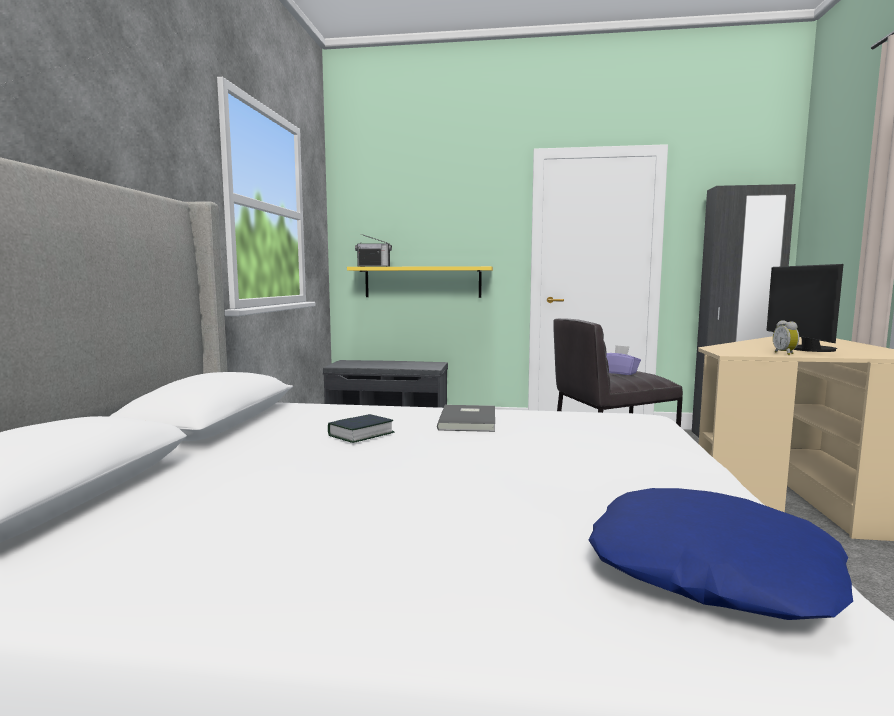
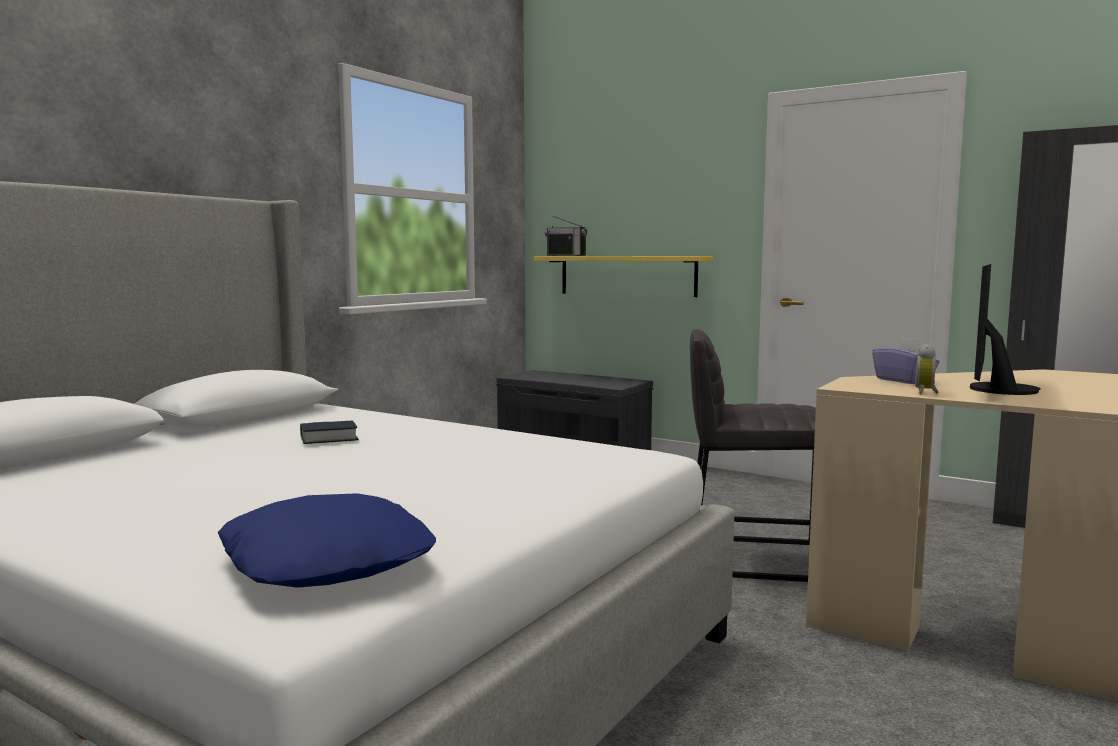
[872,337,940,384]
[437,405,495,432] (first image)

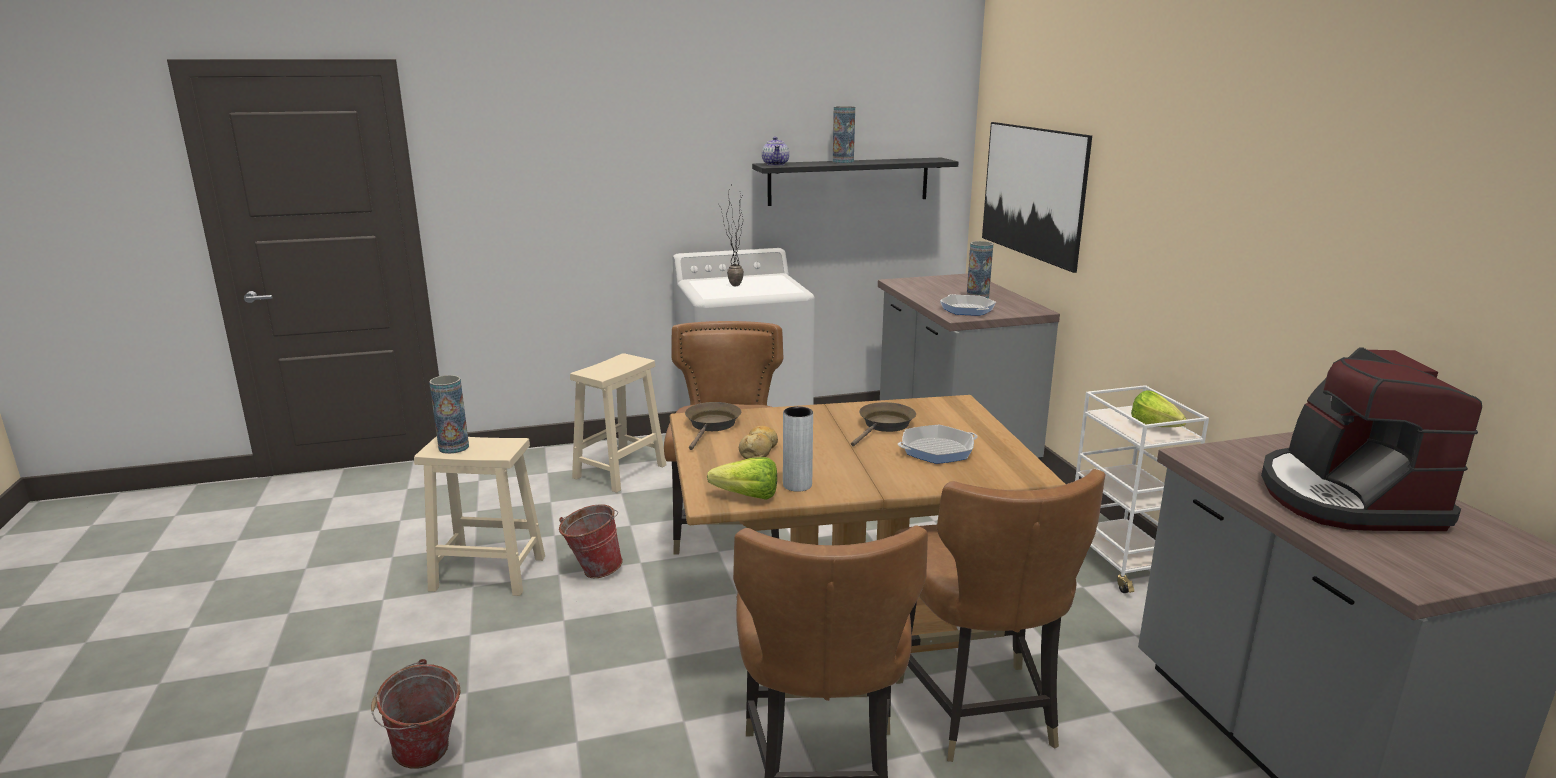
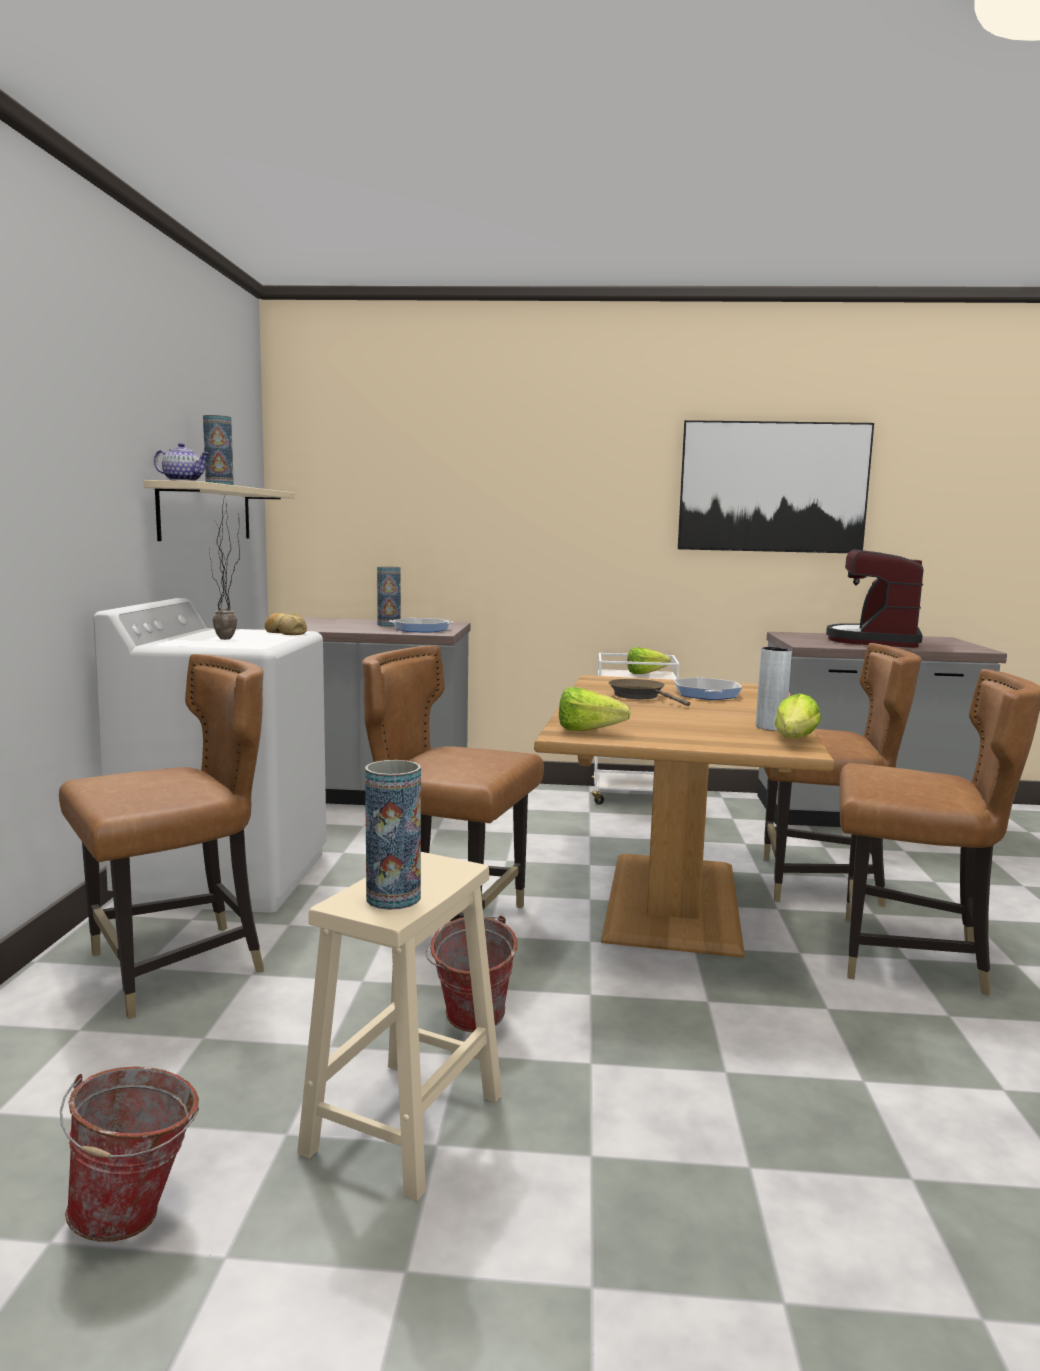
[59,654,264,1019]
[60,1067,199,1242]
[144,480,295,541]
[265,613,307,635]
[559,687,631,731]
[678,420,874,553]
[826,549,924,648]

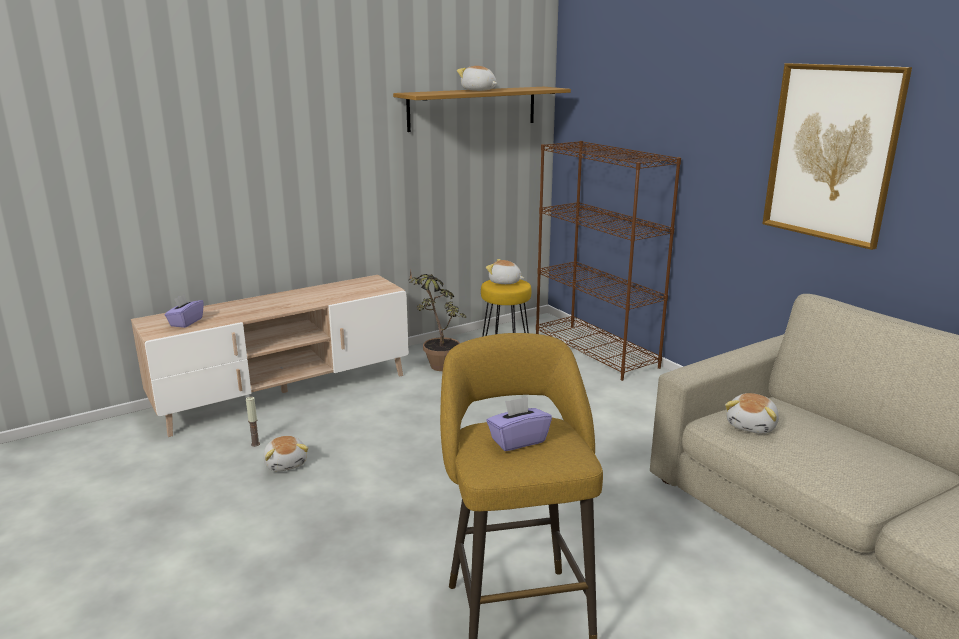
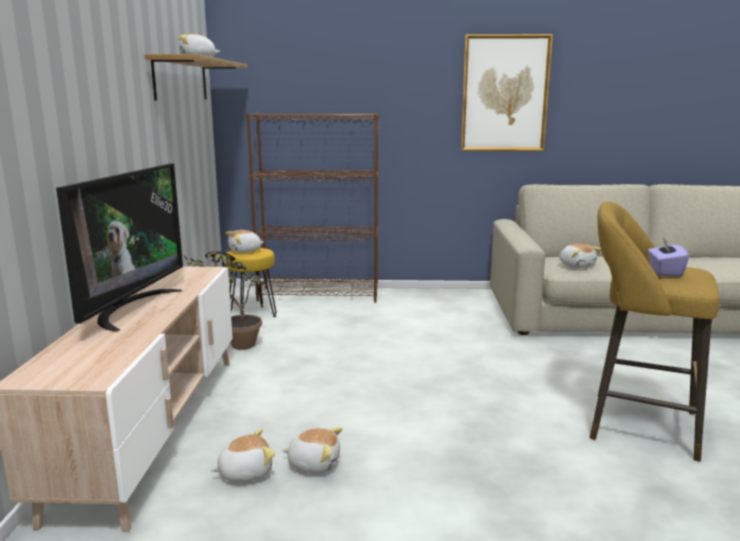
[56,164,183,332]
[210,429,275,482]
[164,294,204,328] (first image)

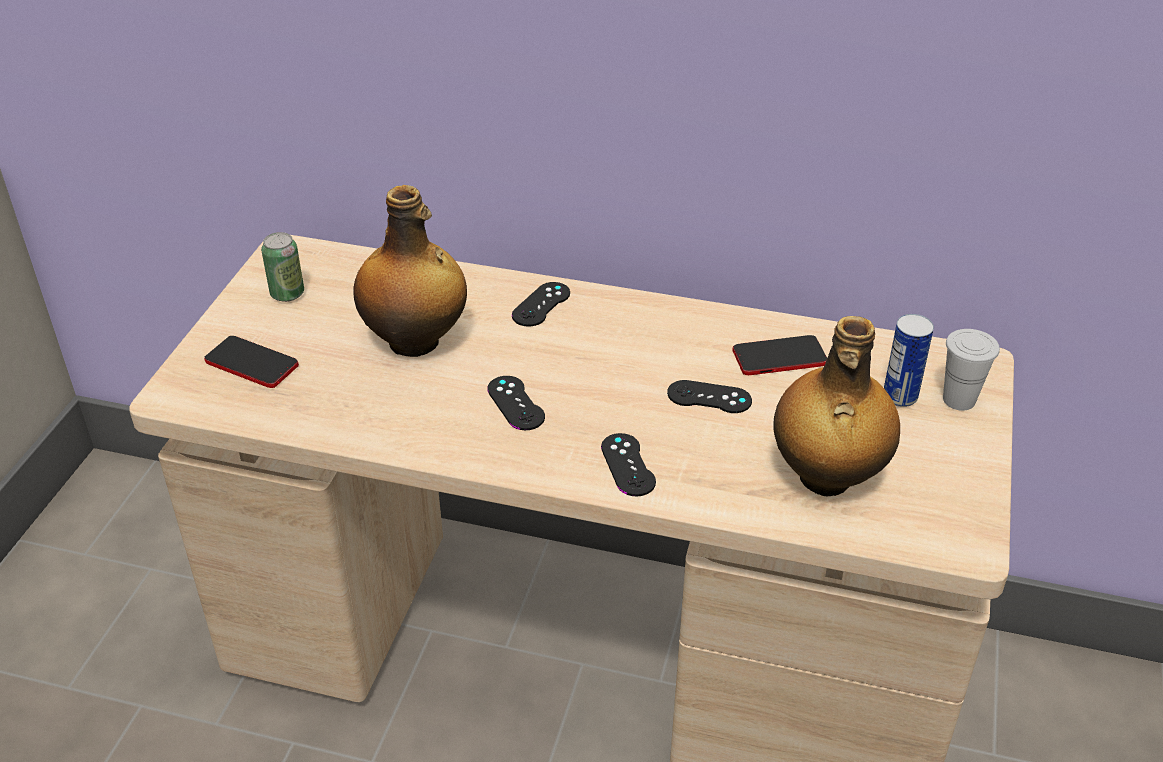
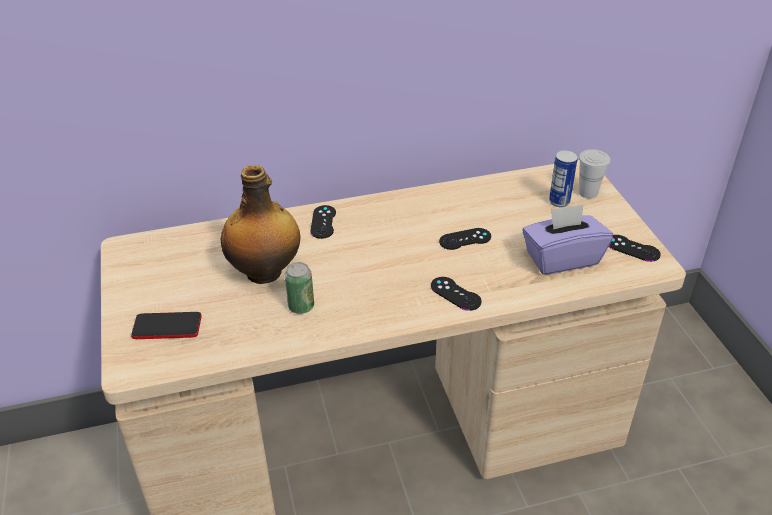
[284,262,314,314]
[522,204,613,275]
[609,235,661,262]
[733,335,827,375] (first image)

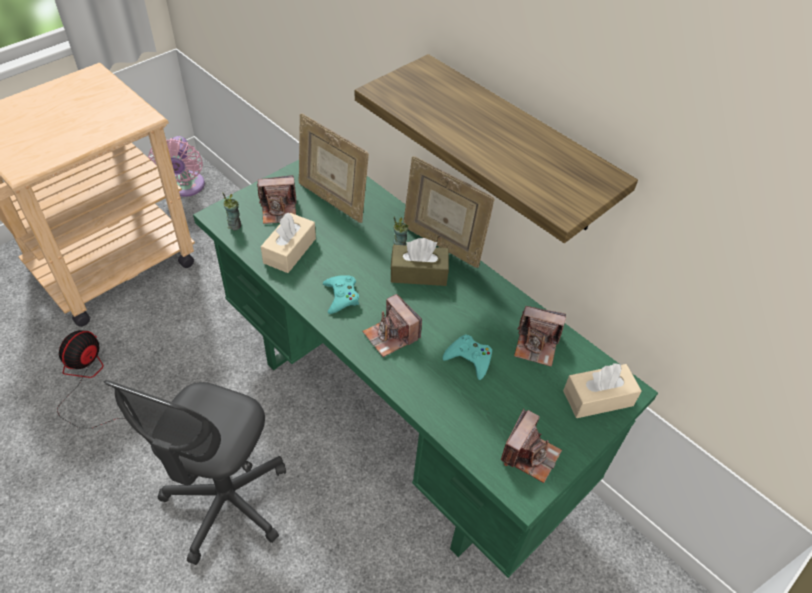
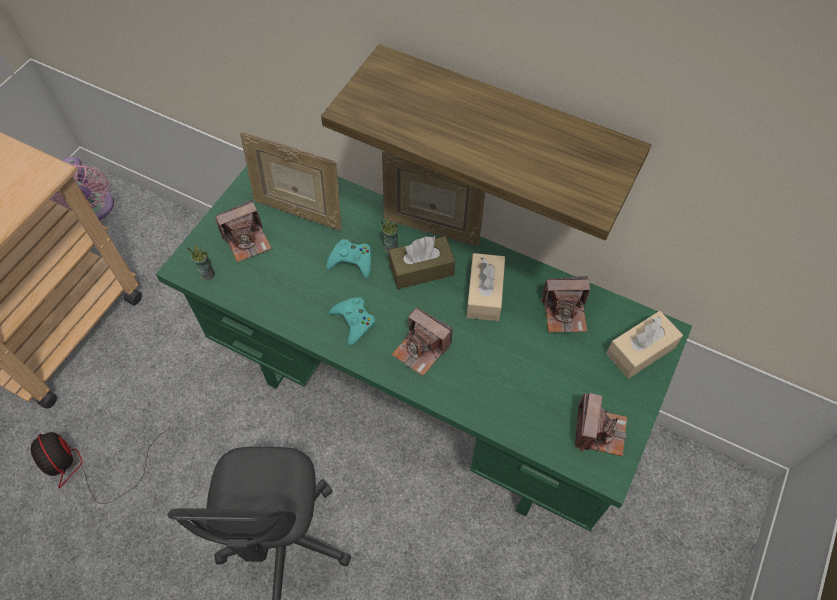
[31,428,171,504]
[326,239,371,278]
[466,253,505,321]

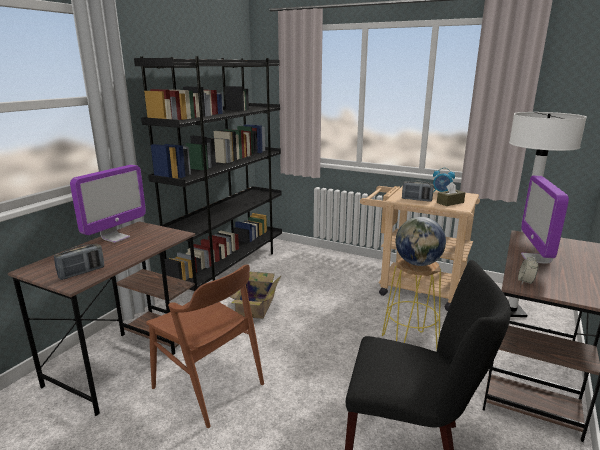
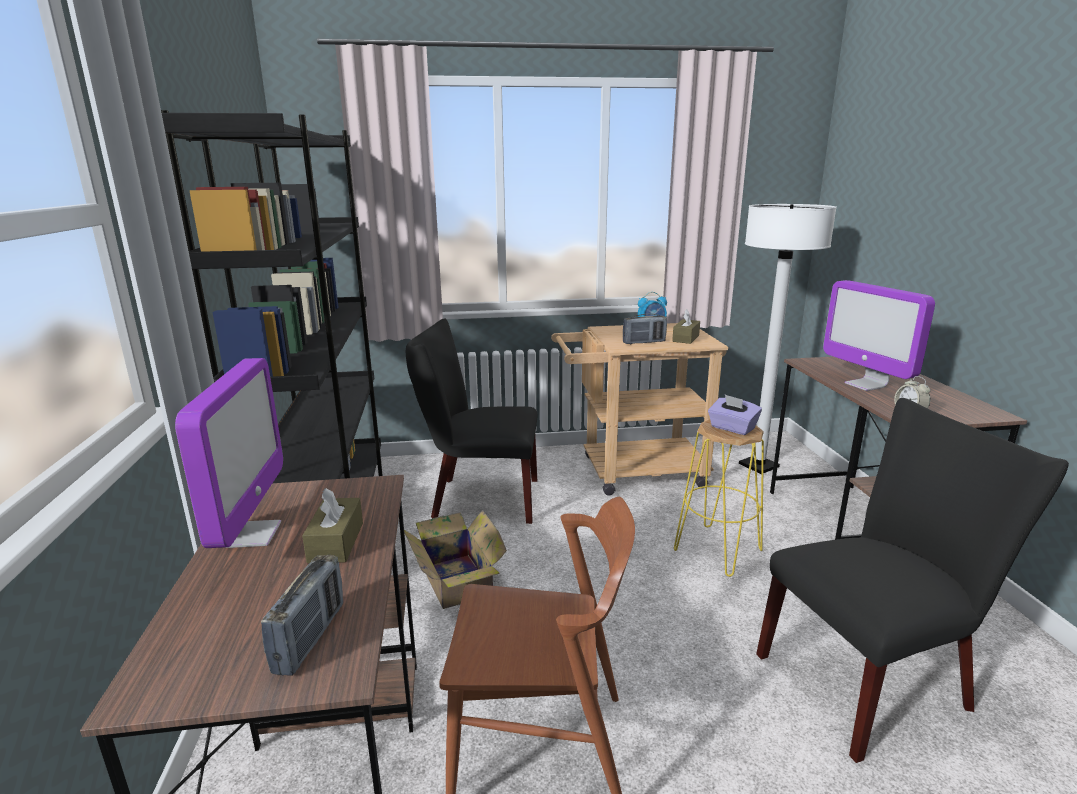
[302,488,363,563]
[406,319,537,524]
[708,395,762,435]

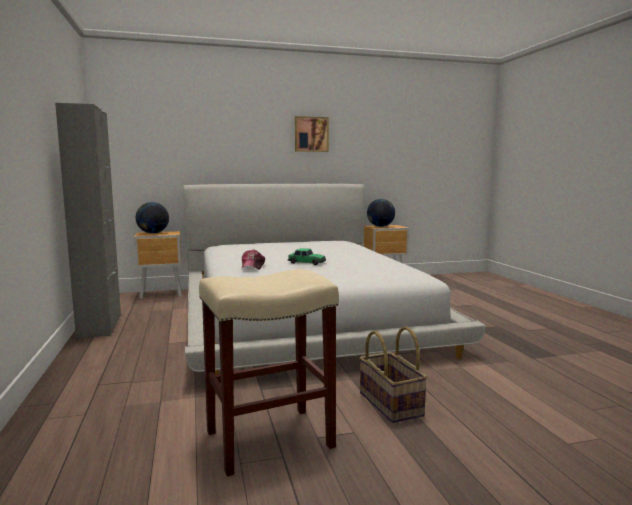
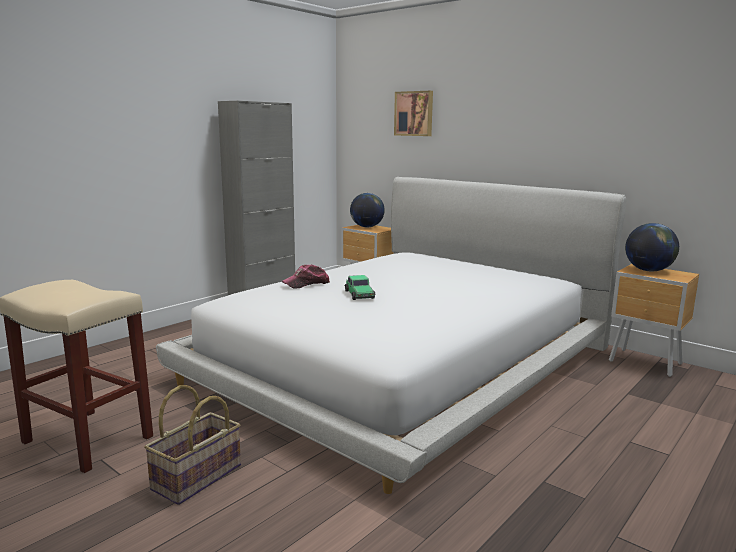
[394,91,433,136]

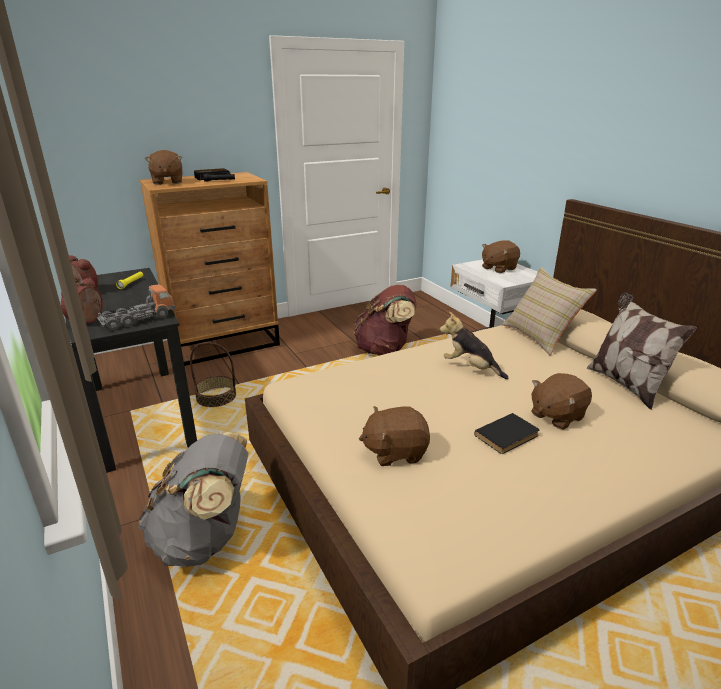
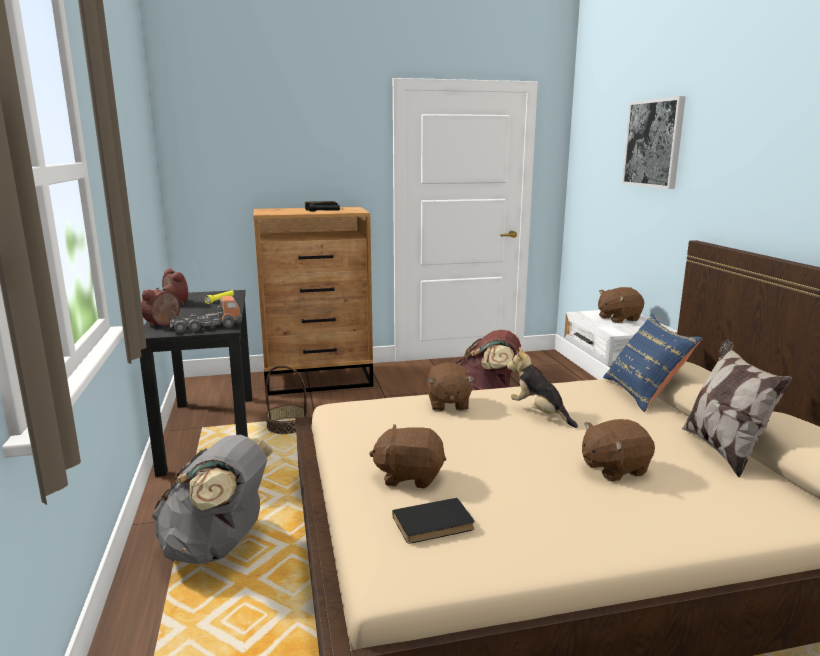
[393,498,475,543]
[427,362,474,411]
[603,314,703,412]
[622,96,686,189]

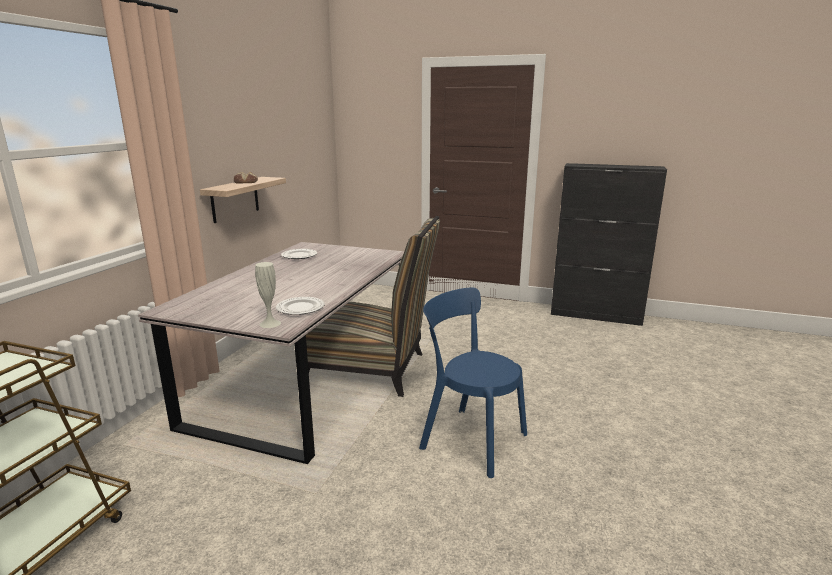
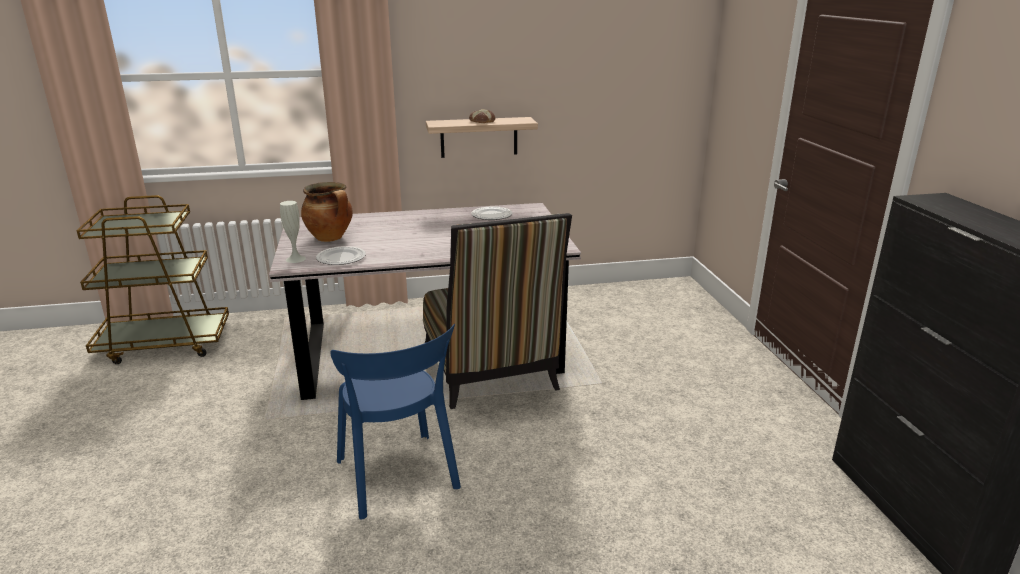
[301,182,353,242]
[330,324,461,520]

